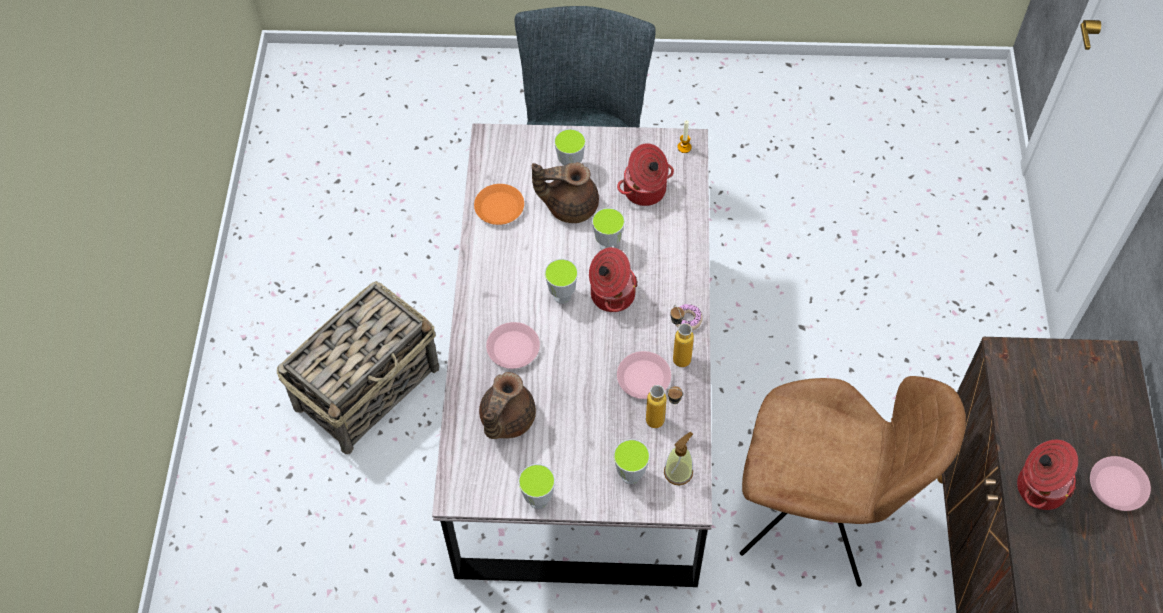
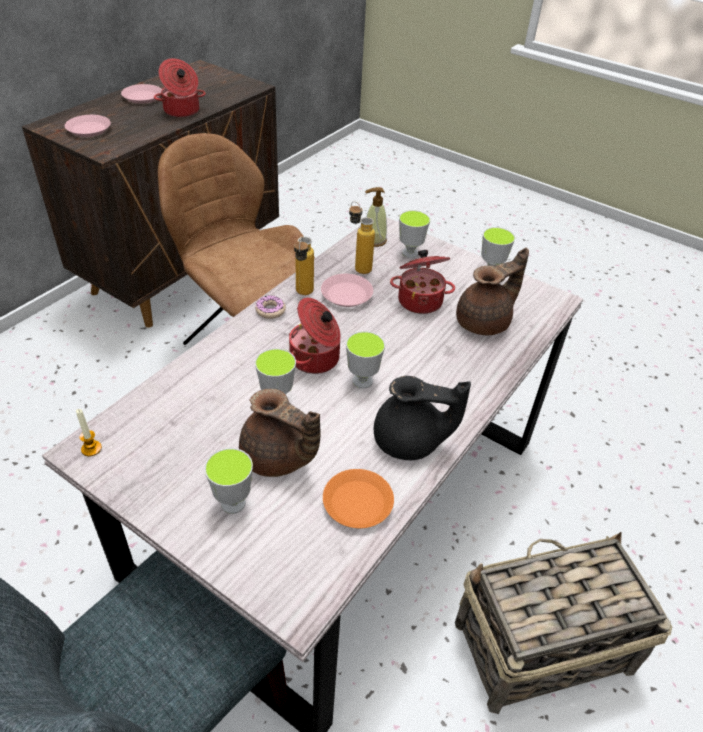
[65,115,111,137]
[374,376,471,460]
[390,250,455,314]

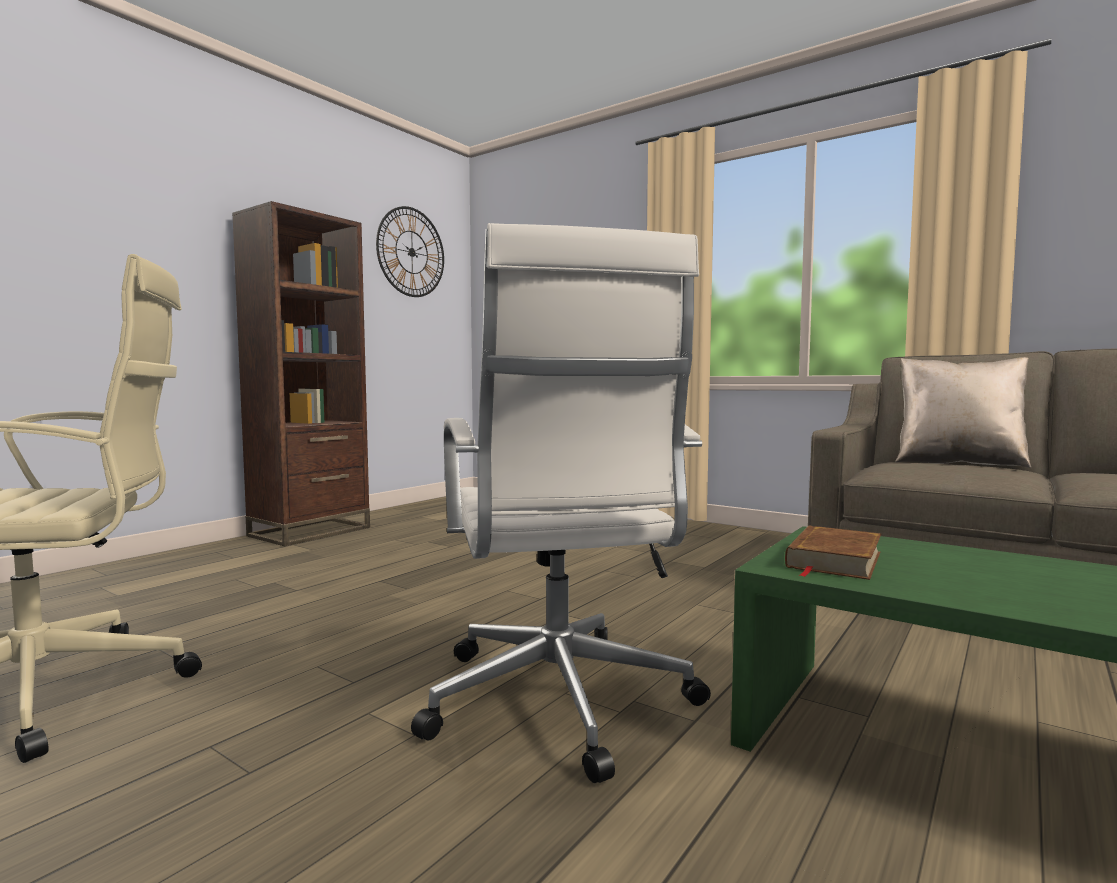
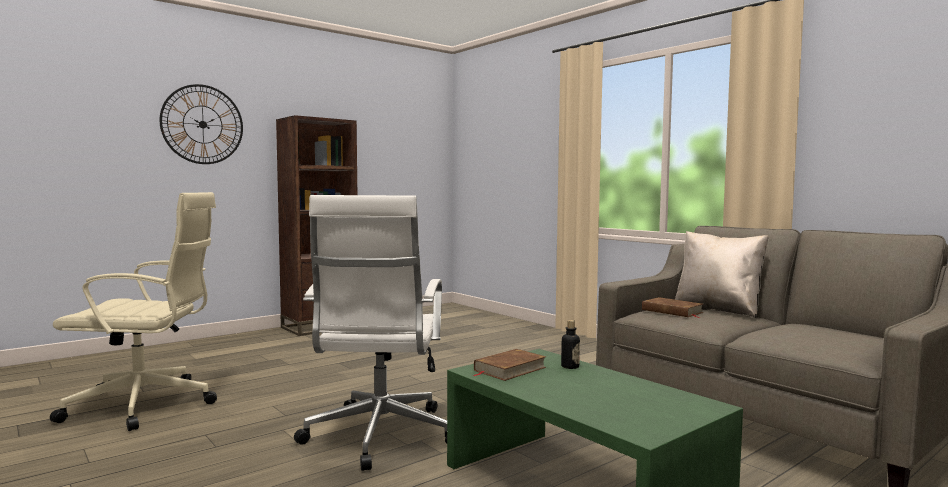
[160,84,243,164]
[561,320,580,369]
[642,297,703,318]

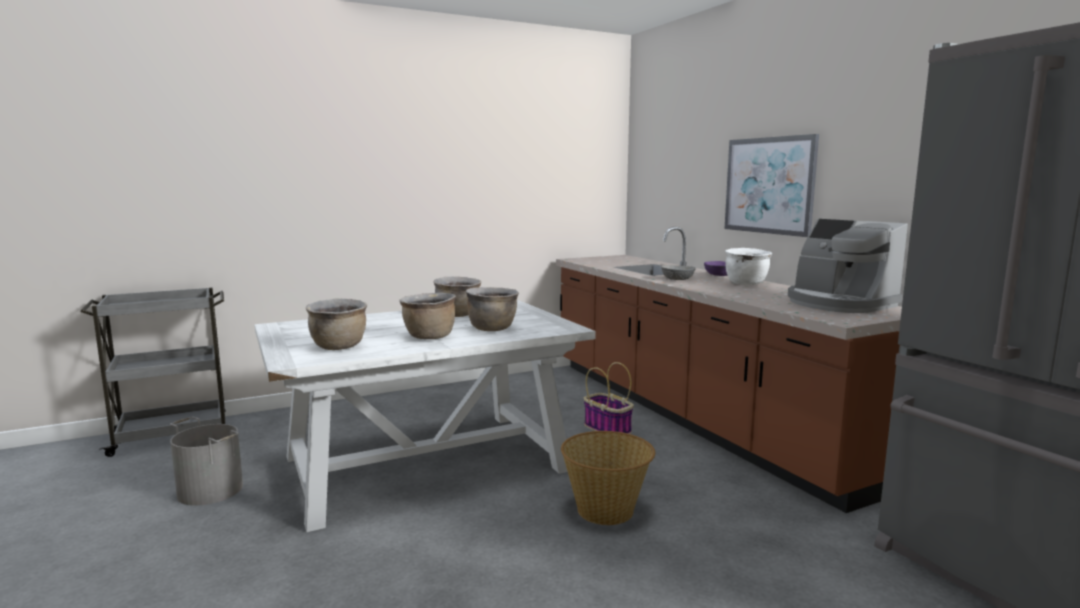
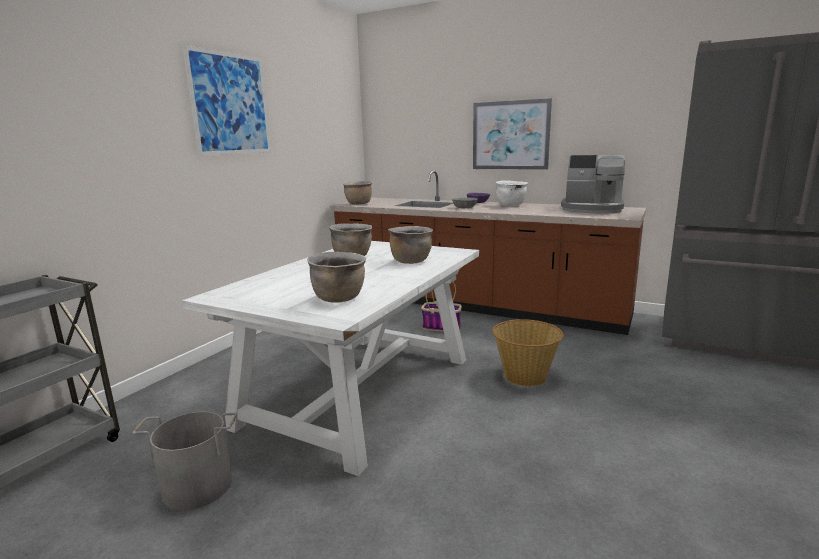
[182,45,271,156]
[343,181,372,205]

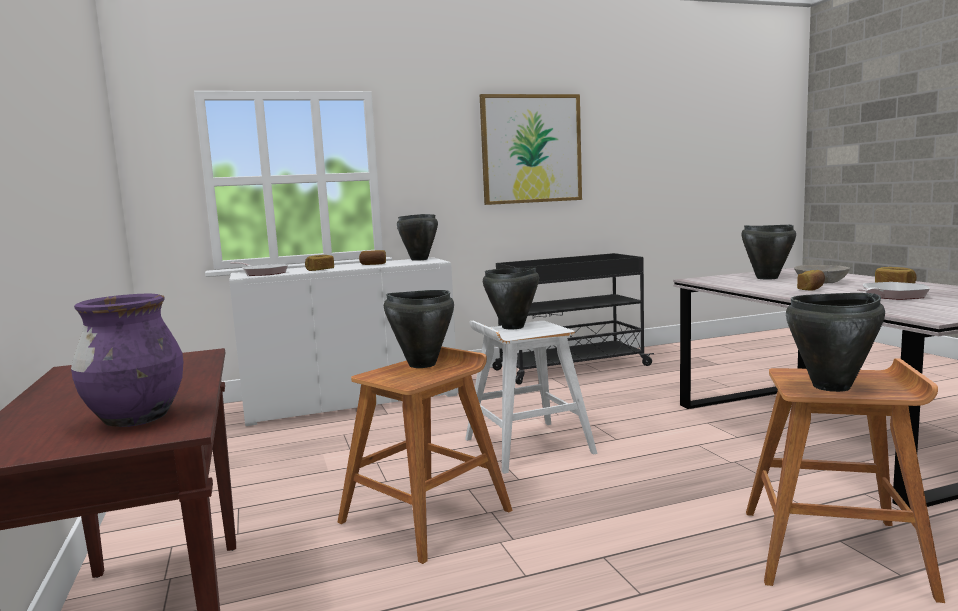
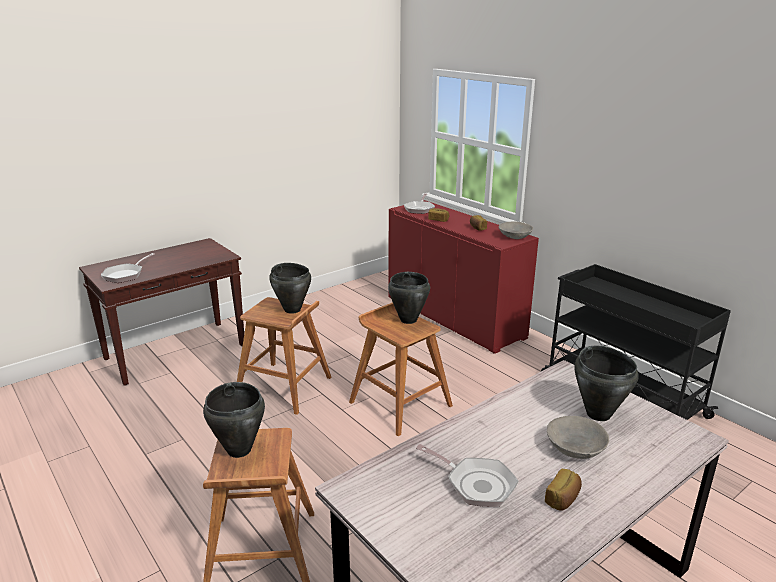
[101,253,155,283]
[349,302,453,436]
[389,200,539,354]
[499,221,533,239]
[480,94,582,205] (first image)
[797,270,825,291] (first image)

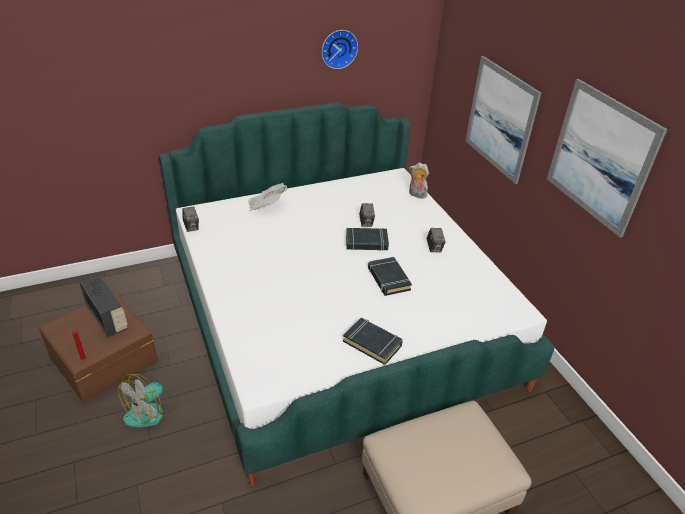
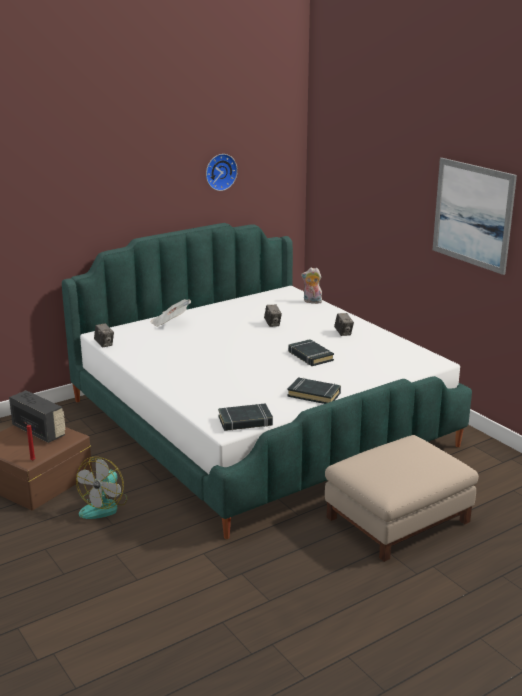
[218,403,273,431]
[465,56,541,184] (first image)

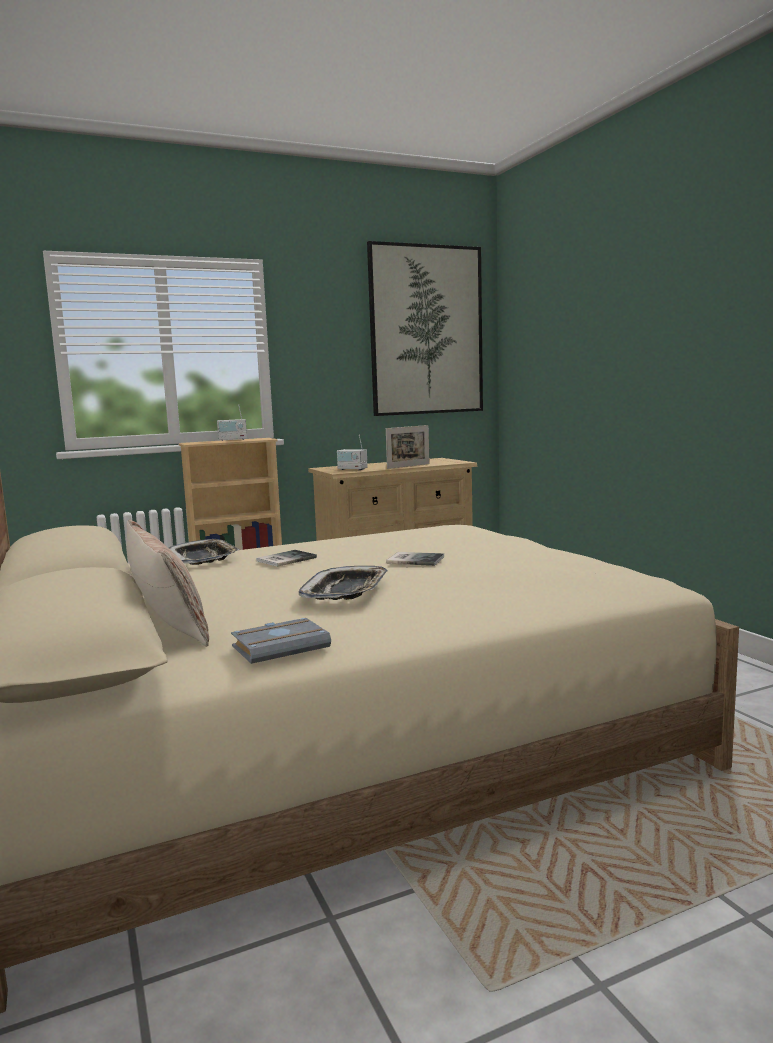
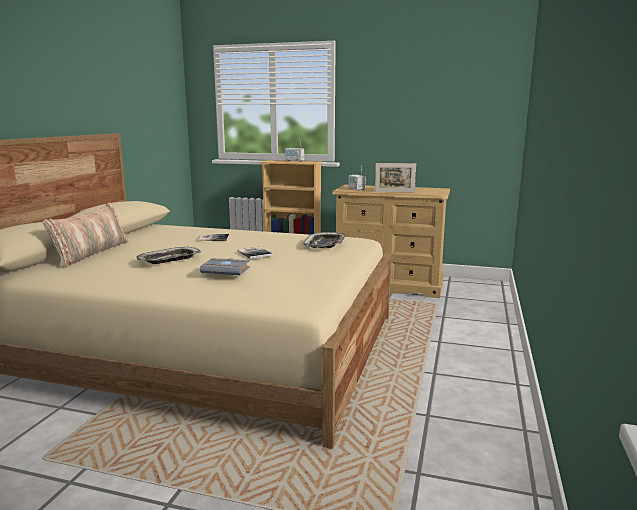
[200,258,250,275]
[303,232,345,248]
[367,241,483,416] (first image)

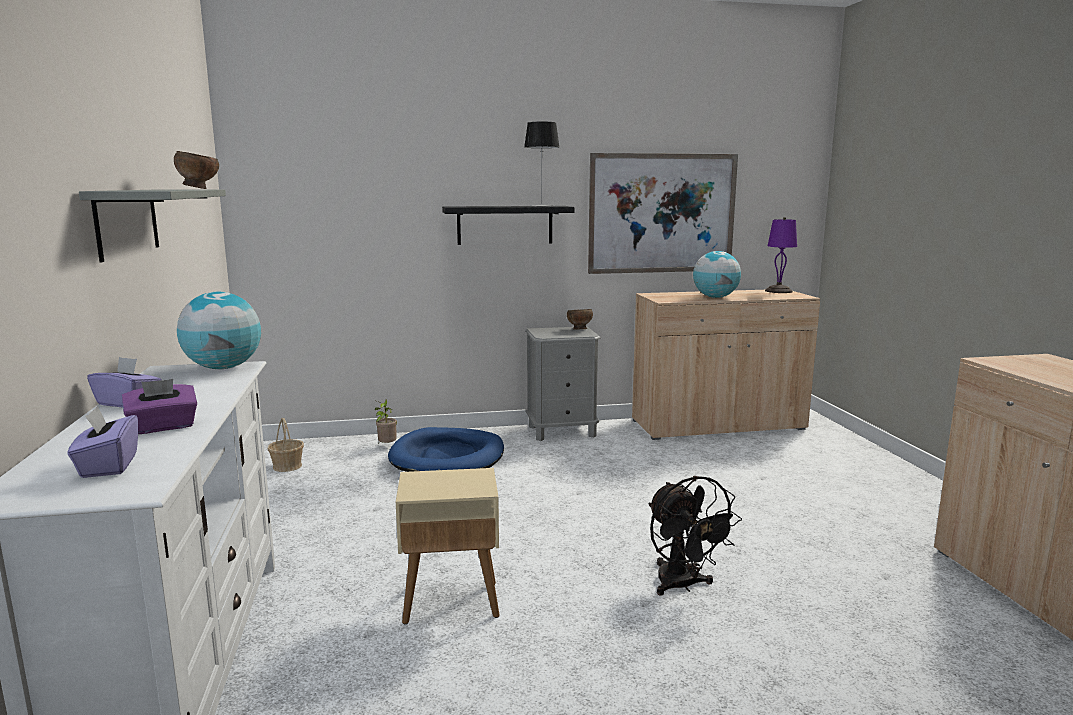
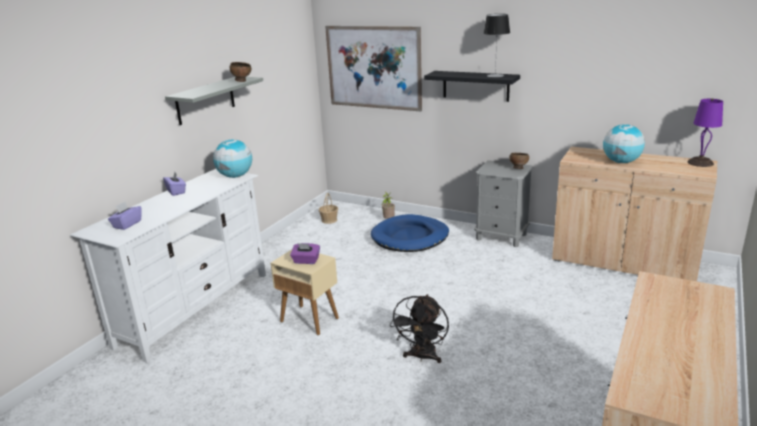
[290,243,320,264]
[325,26,422,111]

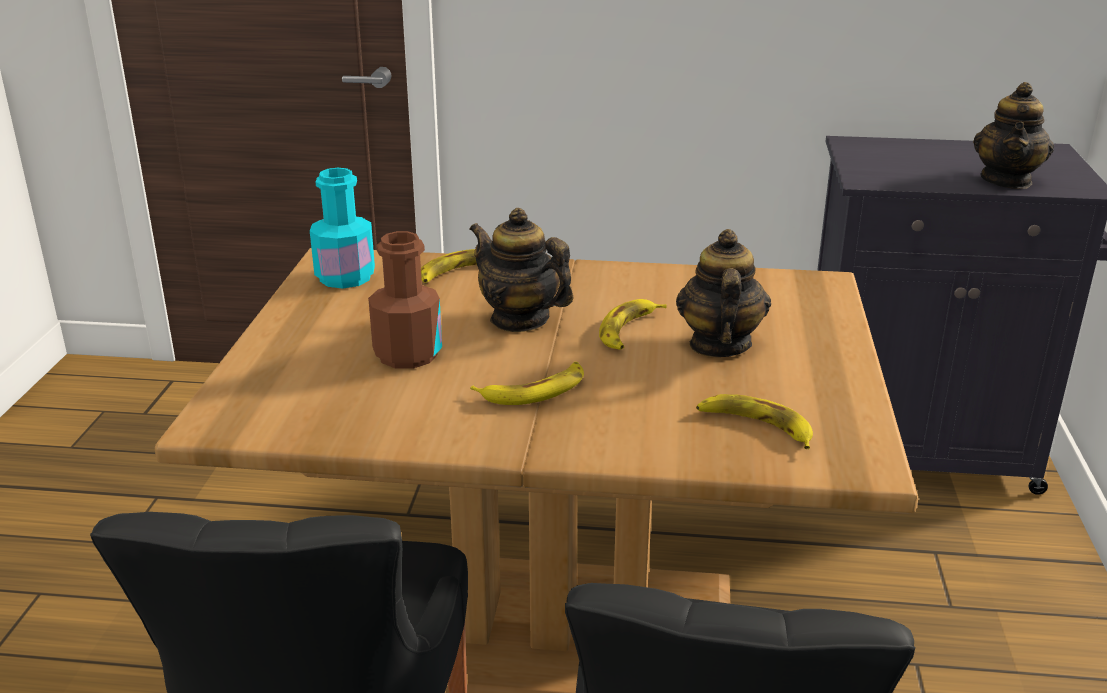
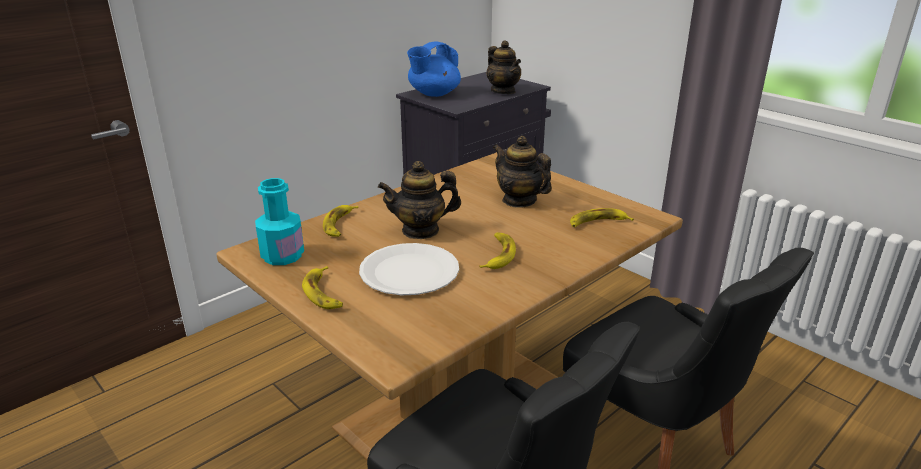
[302,266,343,309]
[359,243,459,295]
[407,41,461,97]

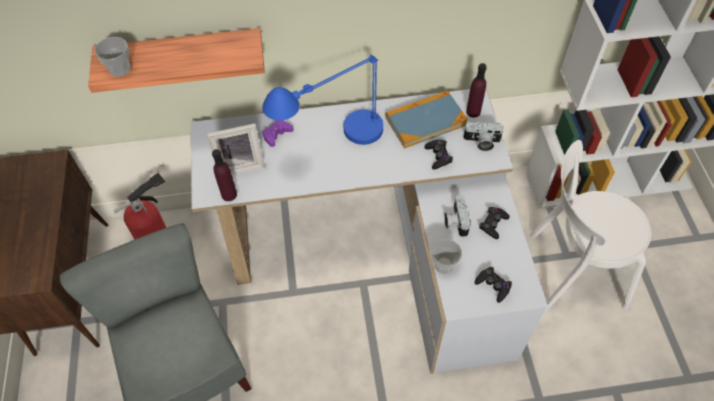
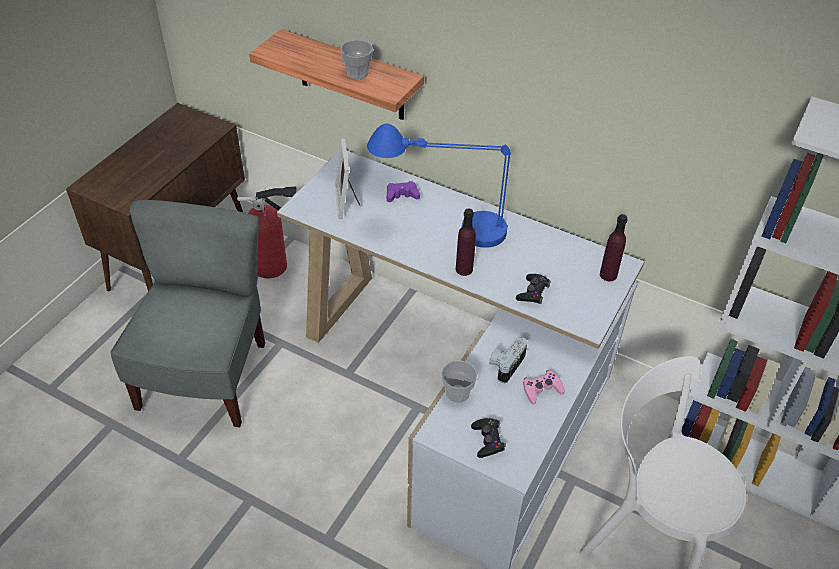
[335,138,360,219]
[340,40,373,79]
[456,208,476,276]
[523,370,565,405]
[385,91,468,149] (first image)
[463,122,504,151] (first image)

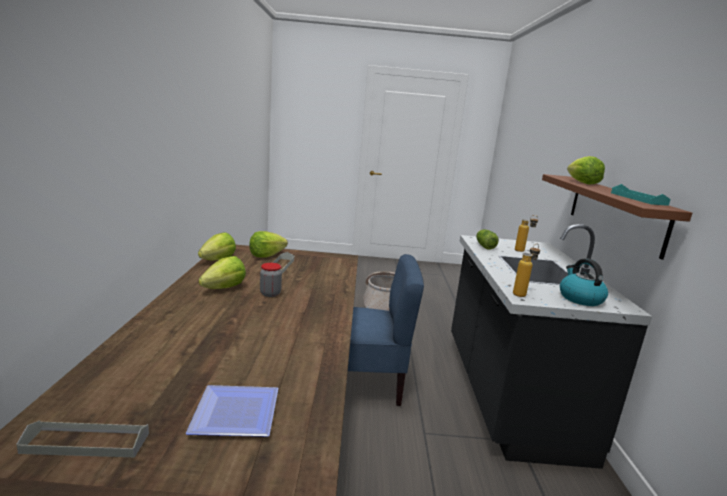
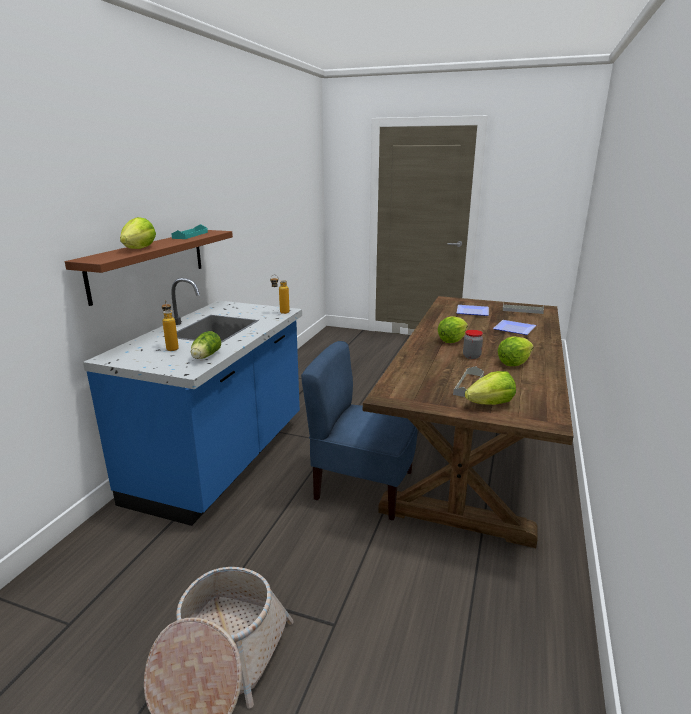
[83,278,302,526]
[437,317,468,343]
[493,320,536,335]
[560,259,608,306] (first image)

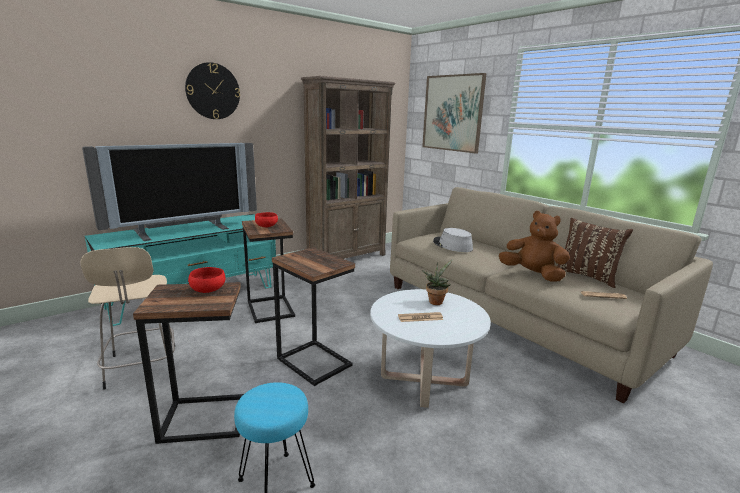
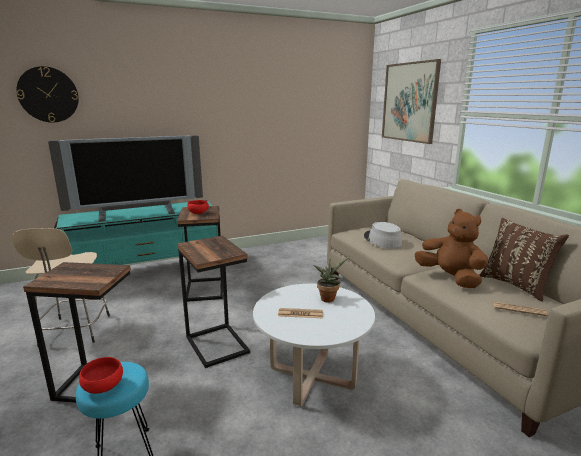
[16,66,79,122]
[79,357,123,394]
[301,76,396,259] (first image)

